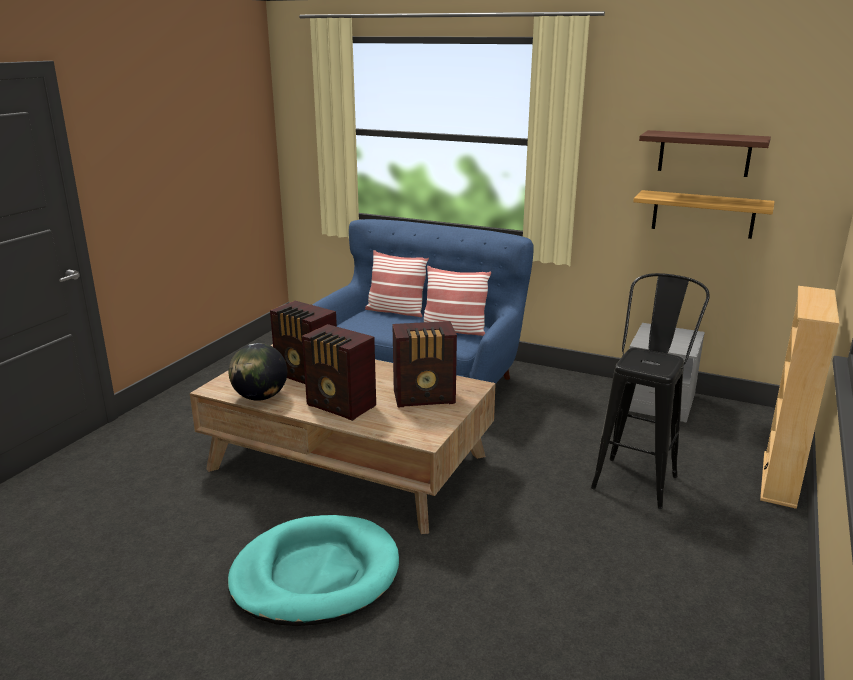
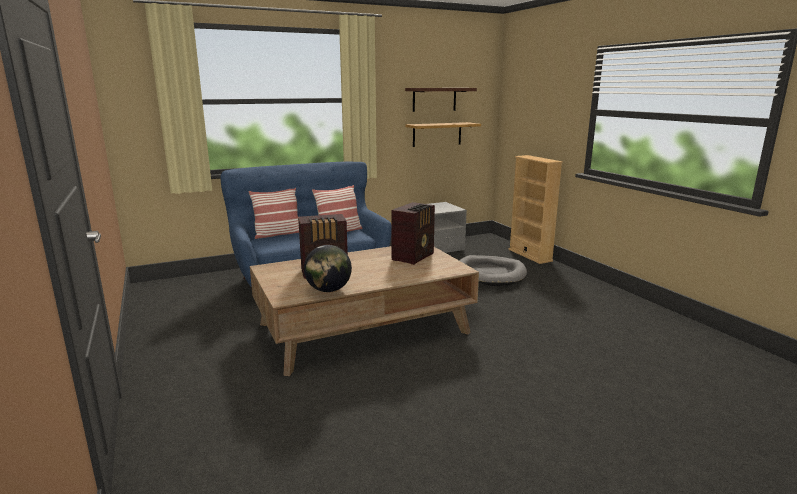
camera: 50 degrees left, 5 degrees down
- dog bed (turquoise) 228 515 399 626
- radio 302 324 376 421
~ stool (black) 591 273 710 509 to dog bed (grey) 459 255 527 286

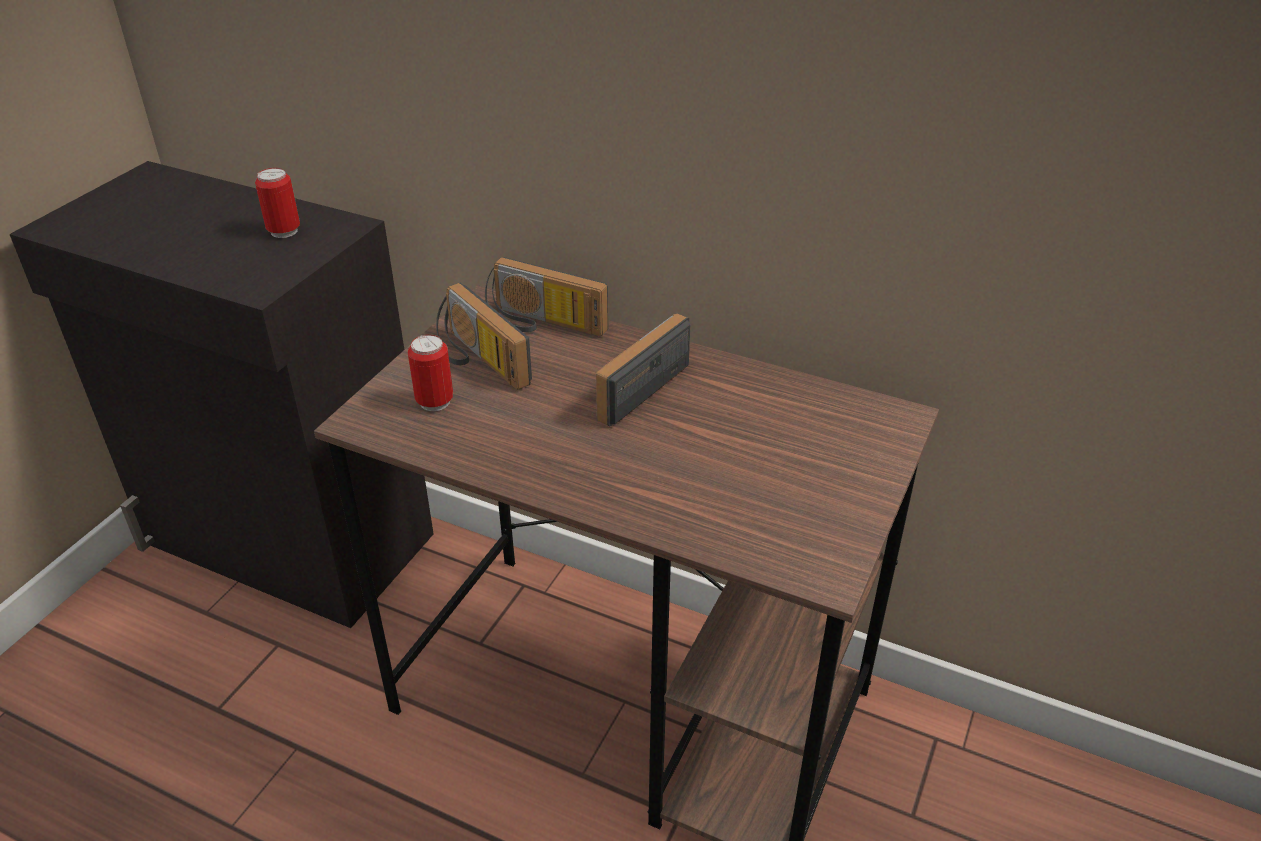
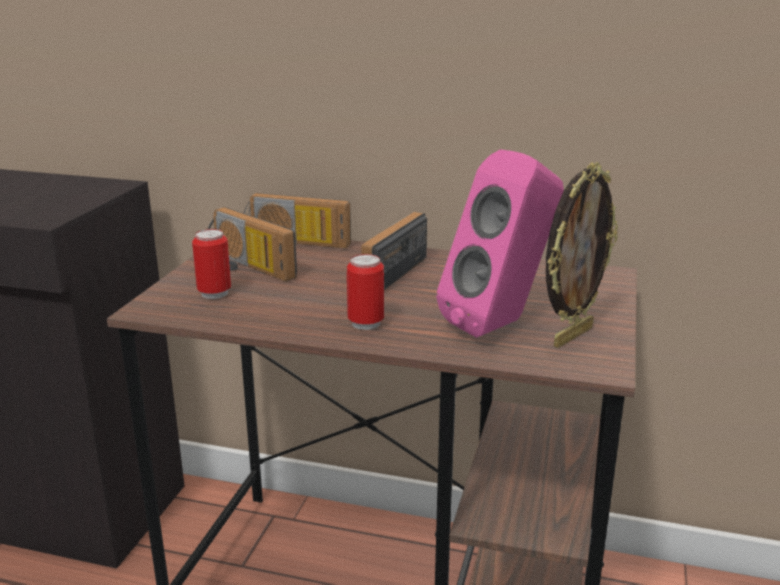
camera: 10 degrees left, 15 degrees down
+ speaker (pink) 436 149 564 338
+ picture frame 546 162 618 348
~ can 255 168 300 238 to 347 254 384 330

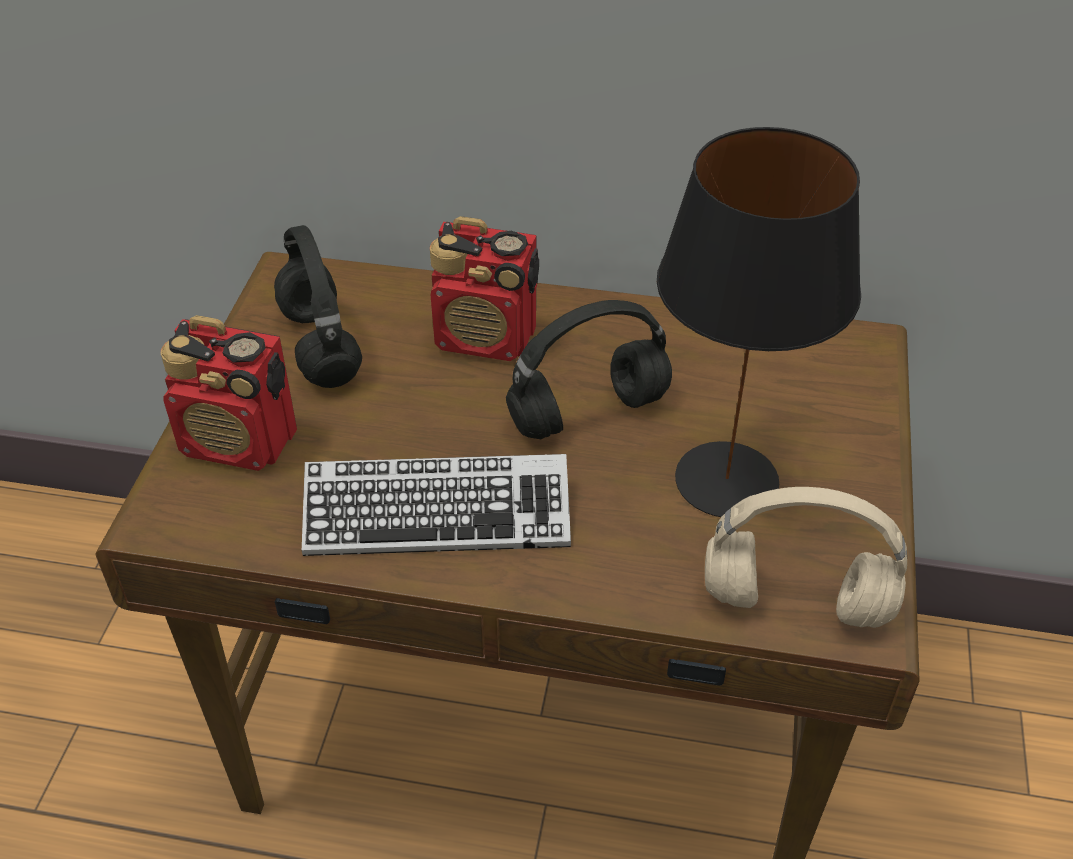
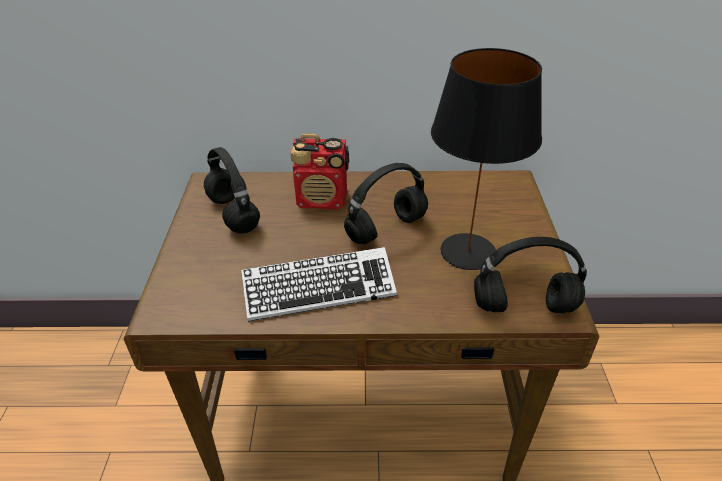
camera: 10 degrees left, 5 degrees down
- radio 161 315 297 471
~ headphones (beige) 705 487 907 628 to headphones (black) 474 237 587 313

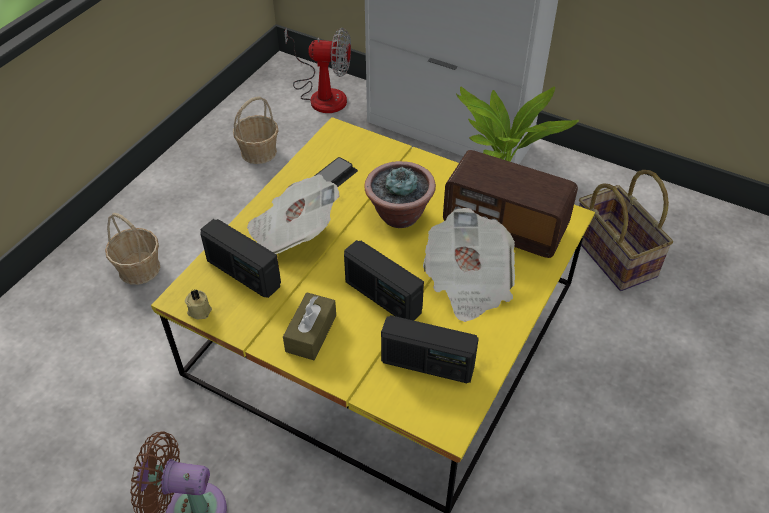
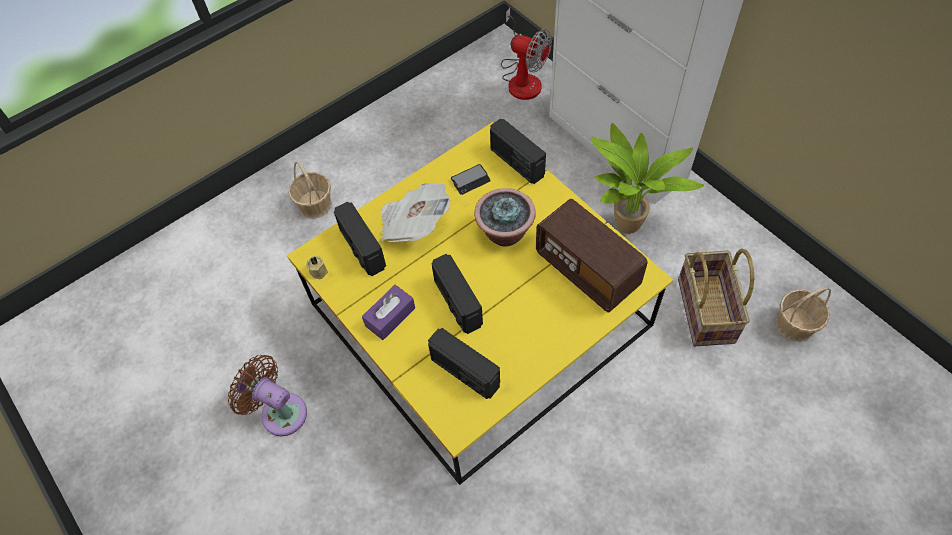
camera: 25 degrees right, 10 degrees up
- newspaper 423 208 515 322
+ radio 490 118 546 184
~ basket 233 96 279 164 to 776 286 831 342
~ tissue box (brown) 283 292 336 360 to tissue box (purple) 362 285 415 340

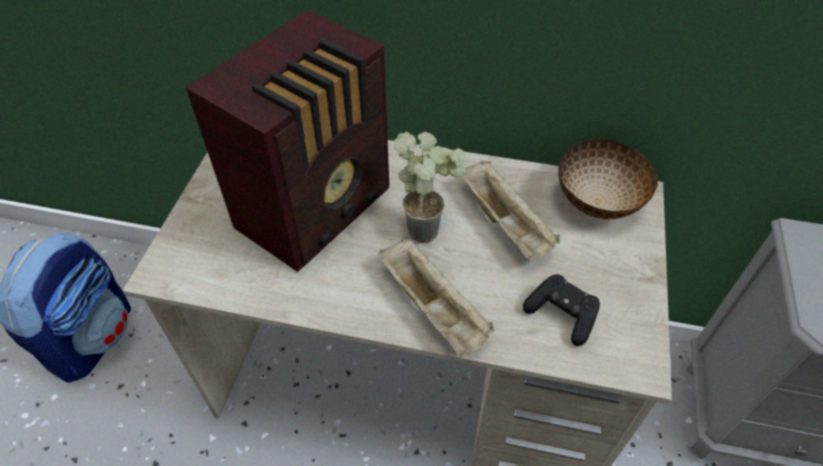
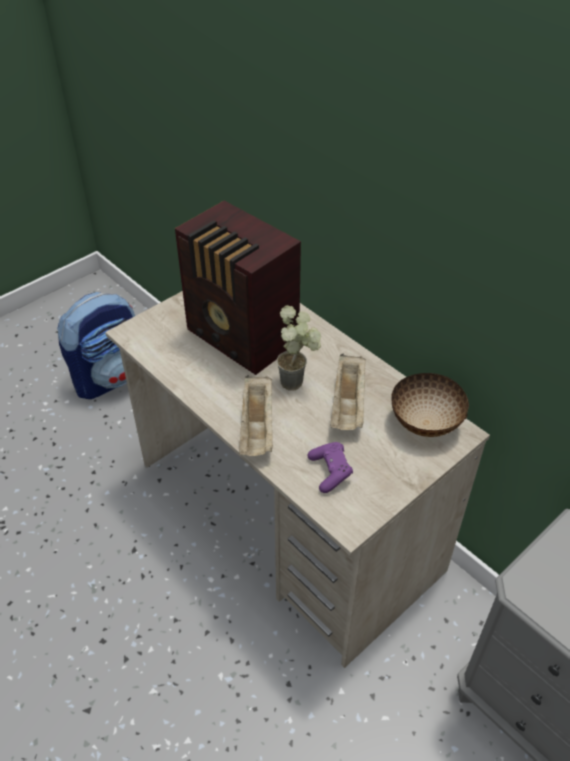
camera: 35 degrees right, 5 degrees down
~ game controller (black) 523 274 600 346 to game controller (purple) 308 442 353 493
~ radio 186 10 390 272 = 175 201 301 375 60 degrees clockwise

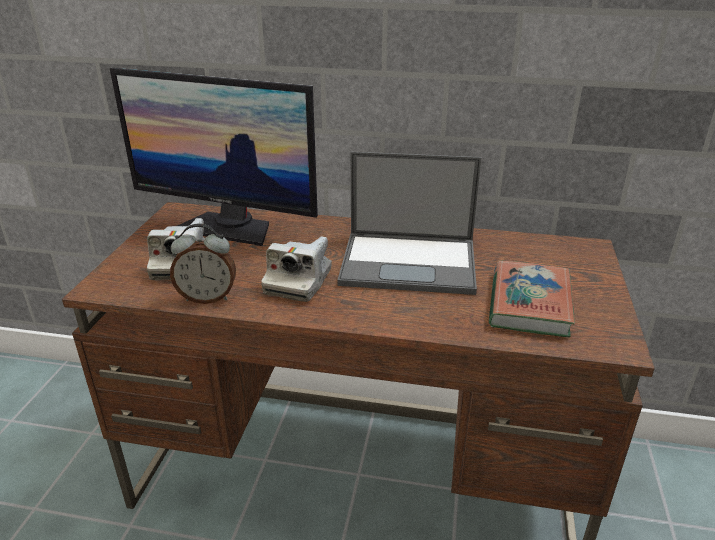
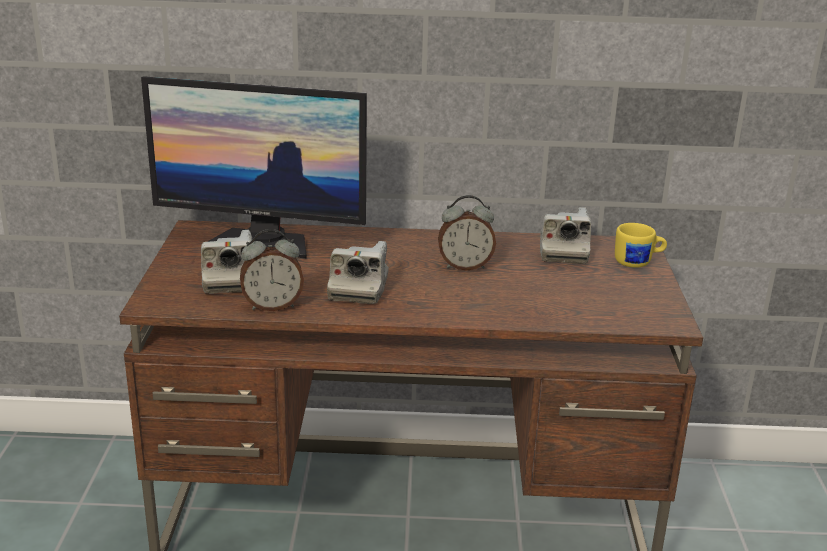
camera: 10 degrees left, 5 degrees down
- book 489 261 575 337
+ photo camera 540 207 591 264
+ mug (yellow) 615 223 667 268
~ laptop 337 152 481 295 to alarm clock 438 195 496 271

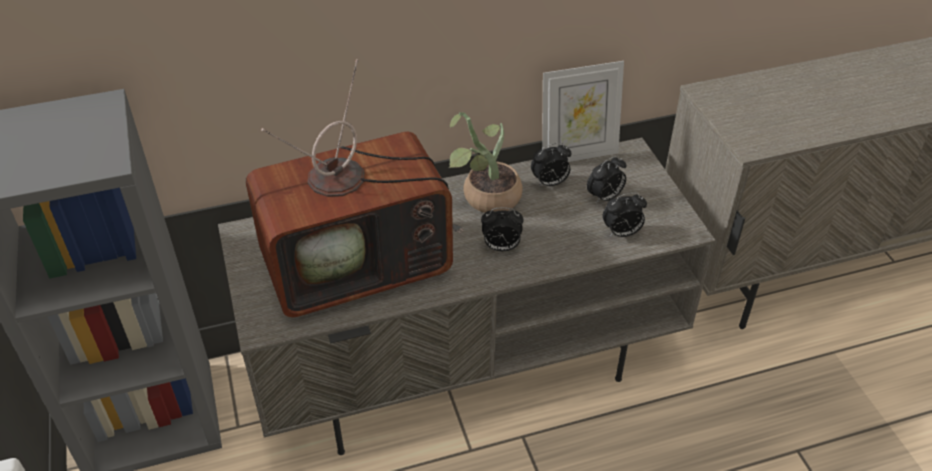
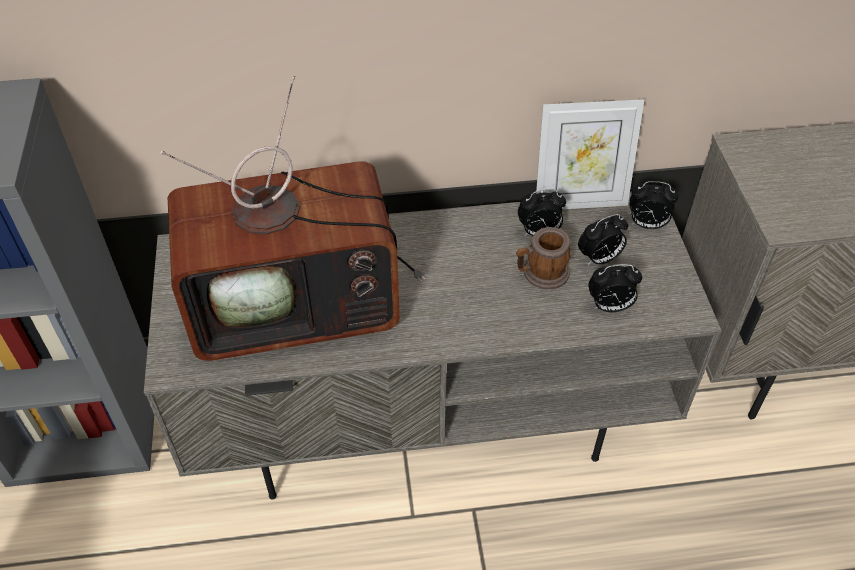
camera: 10 degrees right, 5 degrees up
- potted plant 449 112 523 213
+ mug 516 227 571 289
~ alarm clock 481 208 524 251 to 630 181 678 229

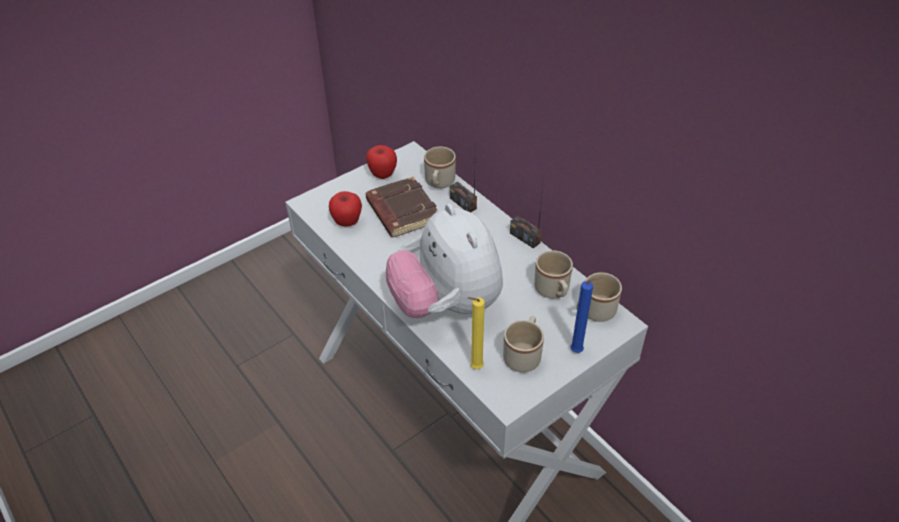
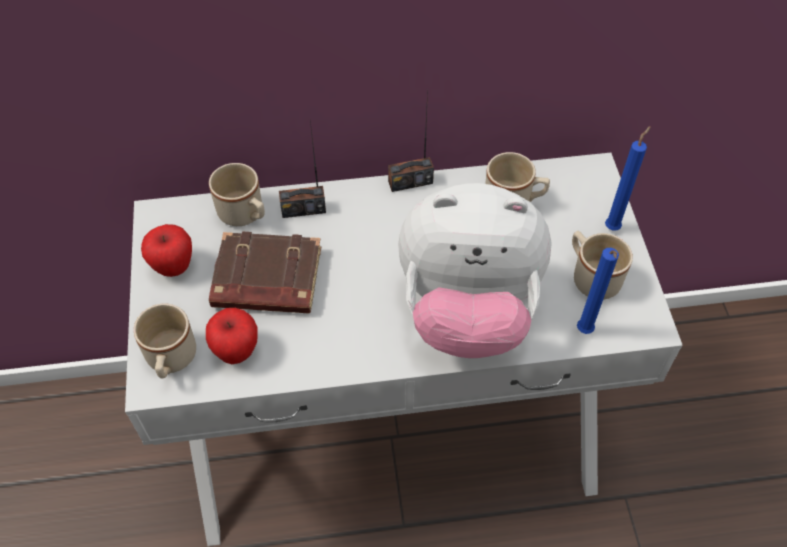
camera: 60 degrees left, 10 degrees up
~ mug (beige) 576 272 622 322 to 134 304 196 378
~ candle (yellow) 468 297 485 369 to candle (blue) 577 248 619 334

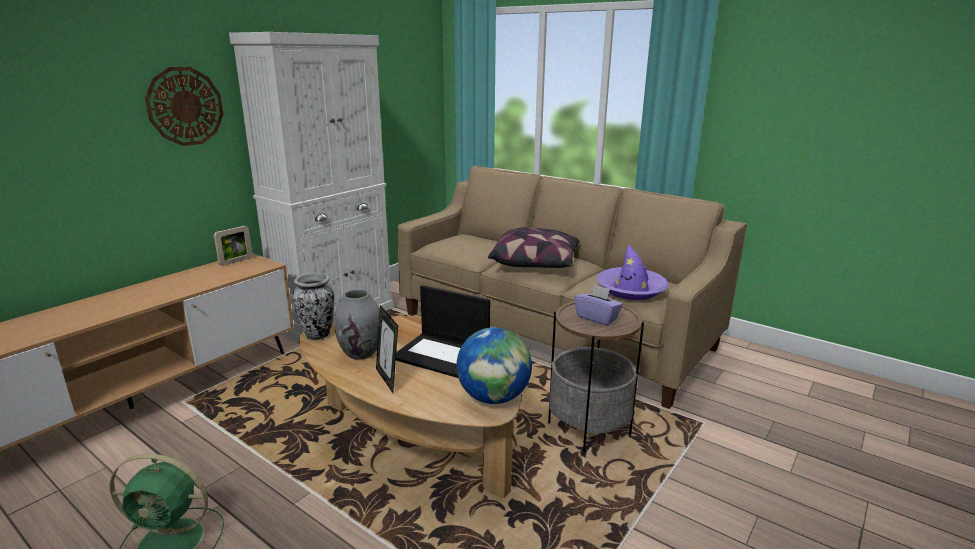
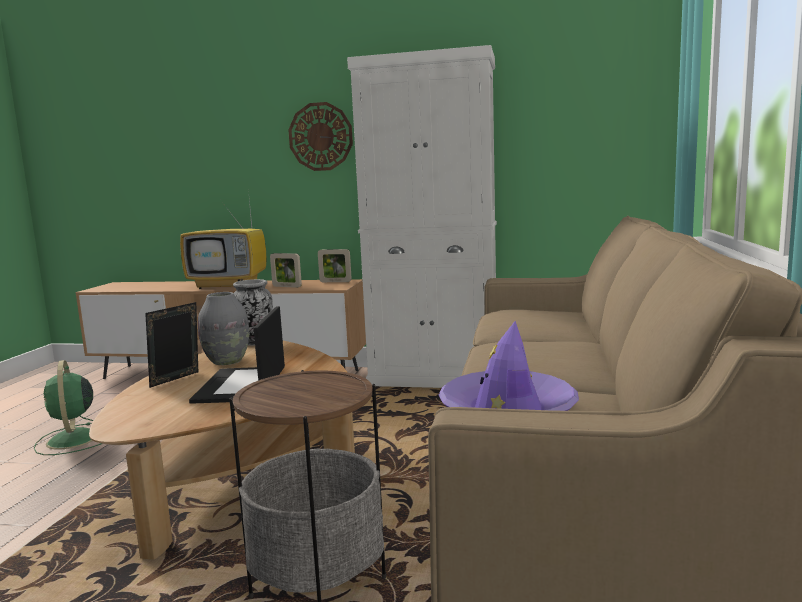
camera: 65 degrees right, 10 degrees down
- globe 456 327 532 404
- pillow 488 227 579 268
- tissue box (purple) 574 284 623 326
+ television 180 190 267 289
+ picture frame 270 253 302 288

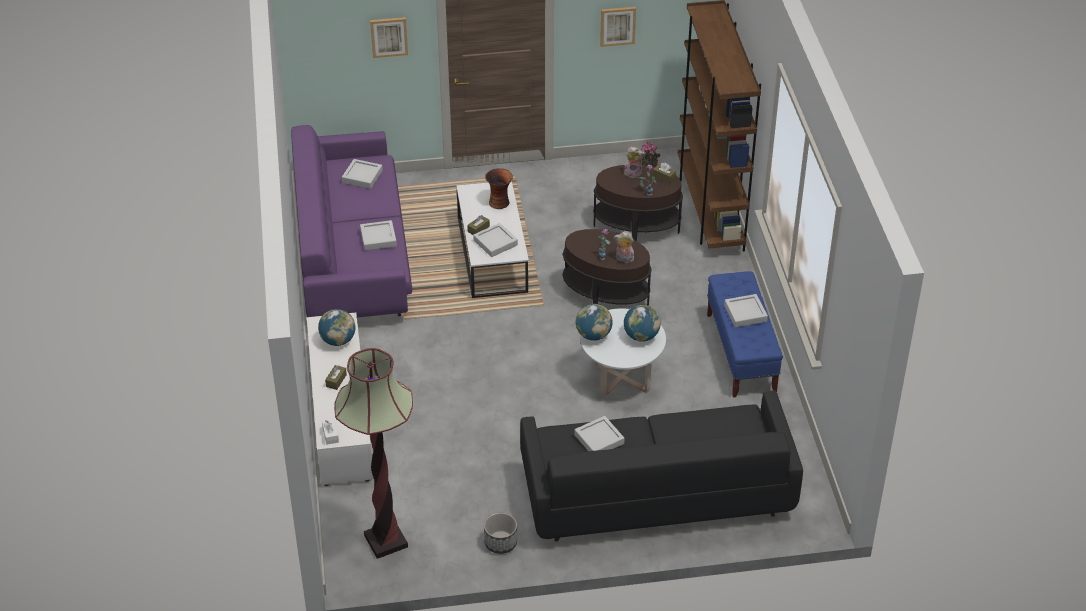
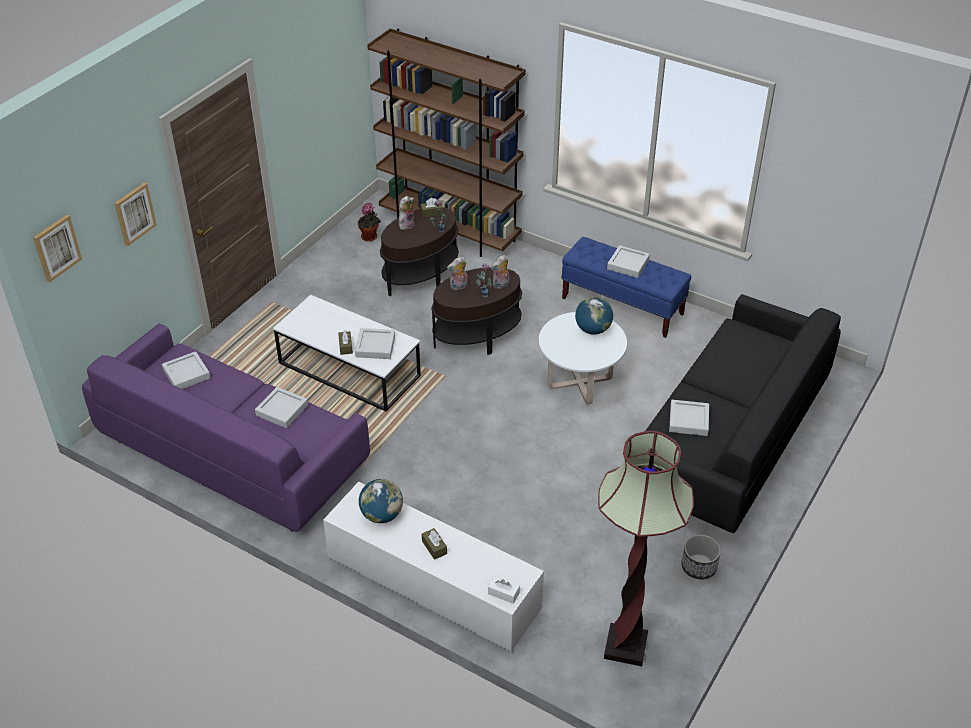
camera: 50 degrees left, 0 degrees up
- vase 485 168 513 209
- globe 576 304 613 341
+ plush toy 447 257 468 290
~ picture 600 7 636 47 to 33 215 82 282

